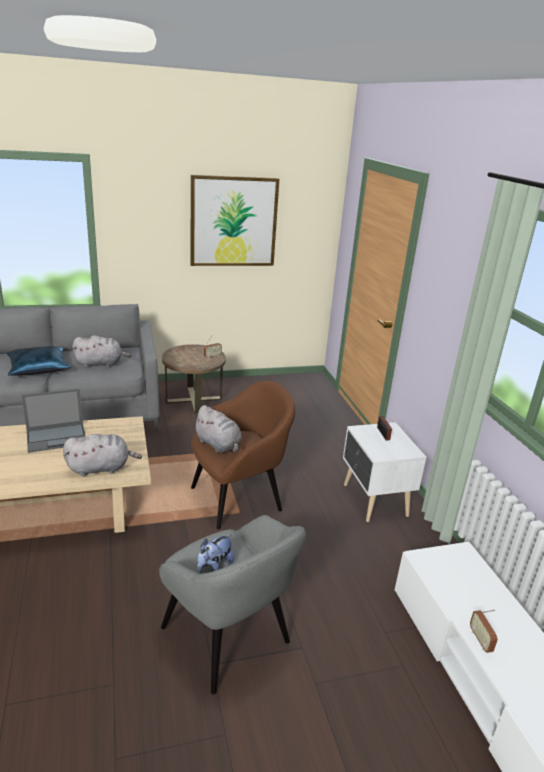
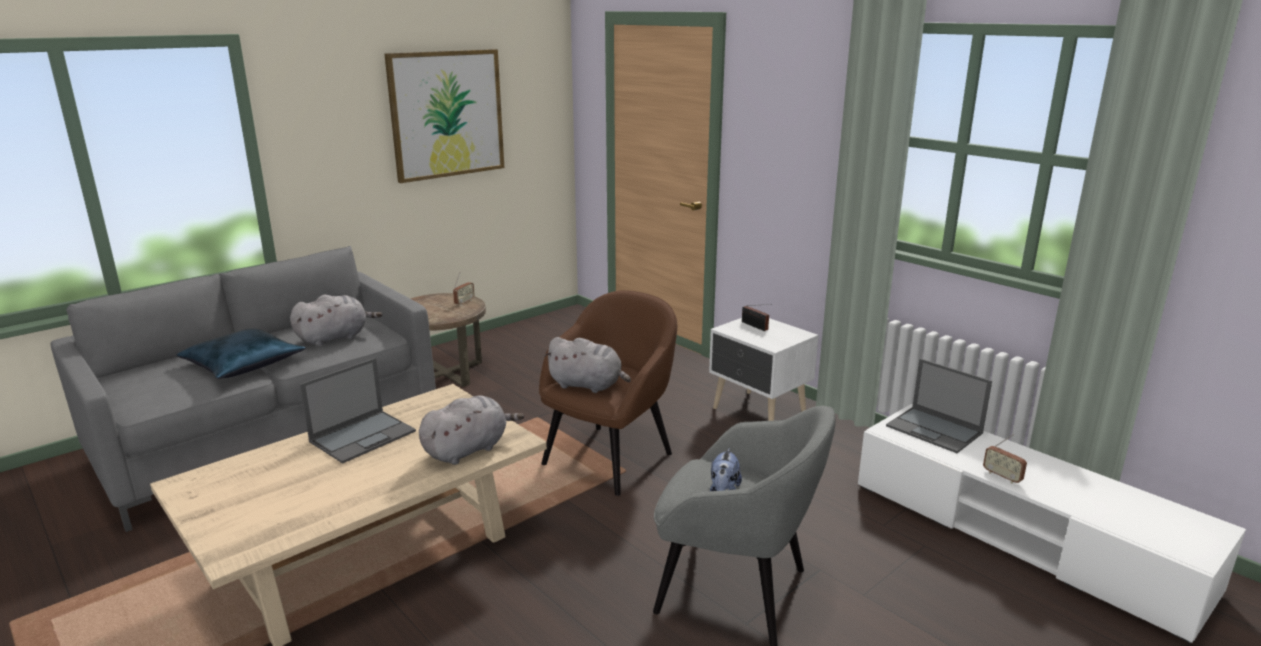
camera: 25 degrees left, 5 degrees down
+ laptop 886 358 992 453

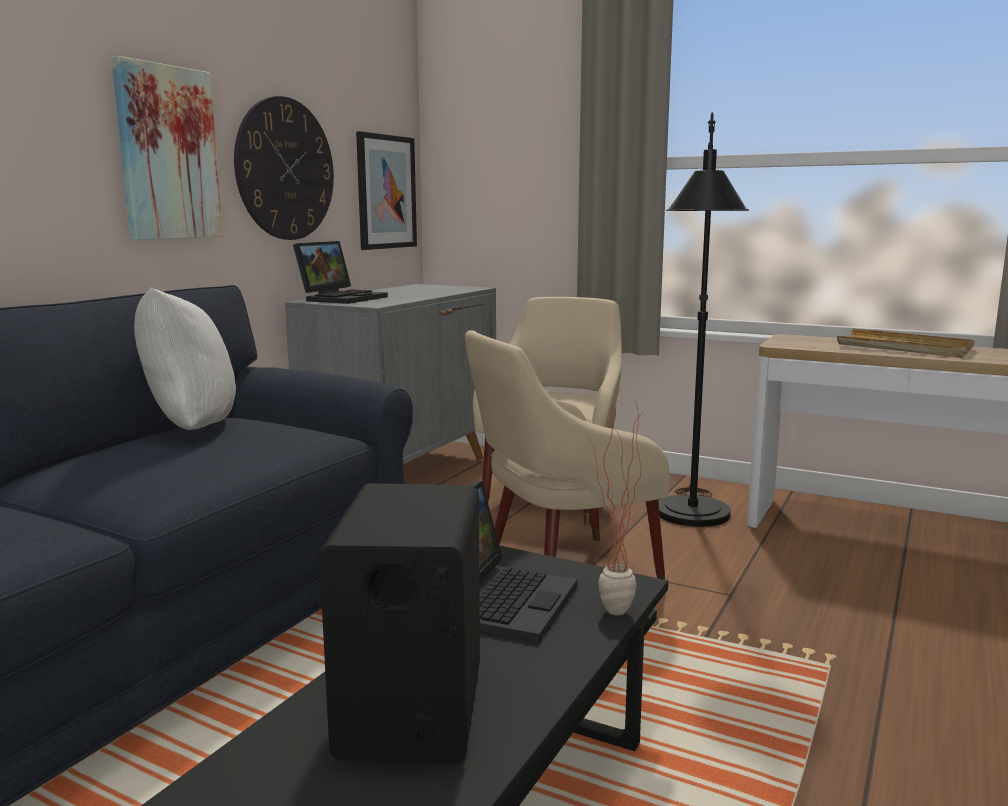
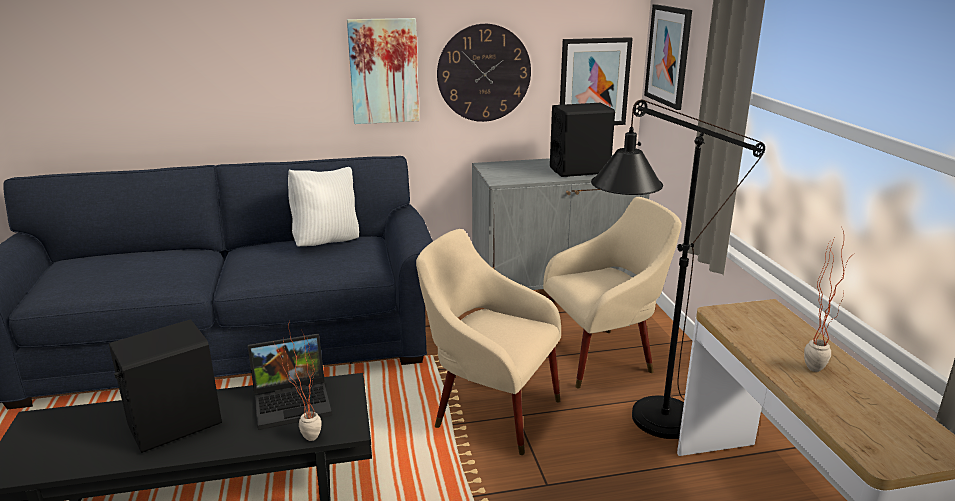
camera: 50 degrees right, 10 degrees up
- laptop 293 241 388 304
+ speaker (black) 550 103 615 177
+ picture 644 4 692 110
~ tray (beige) 837 329 975 358 to potted plant 804 228 847 372

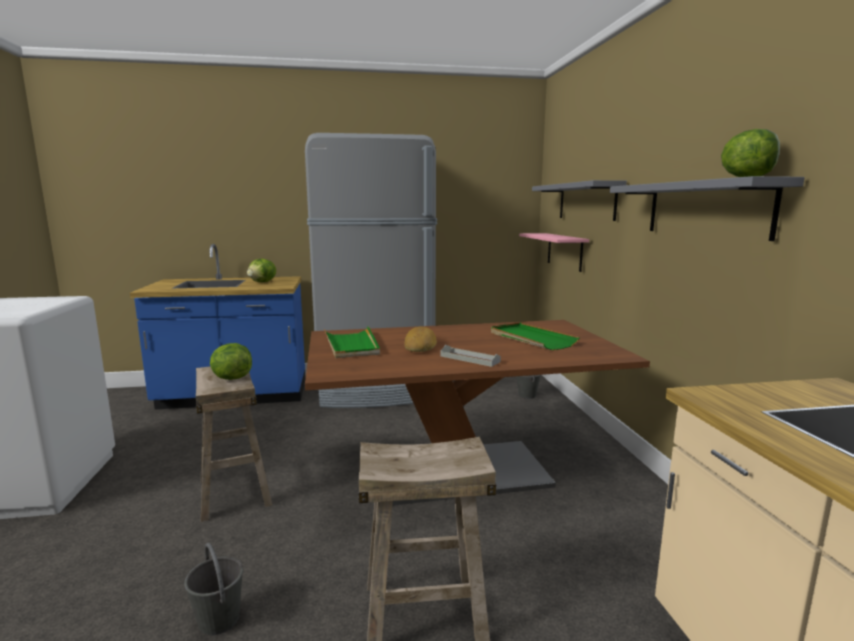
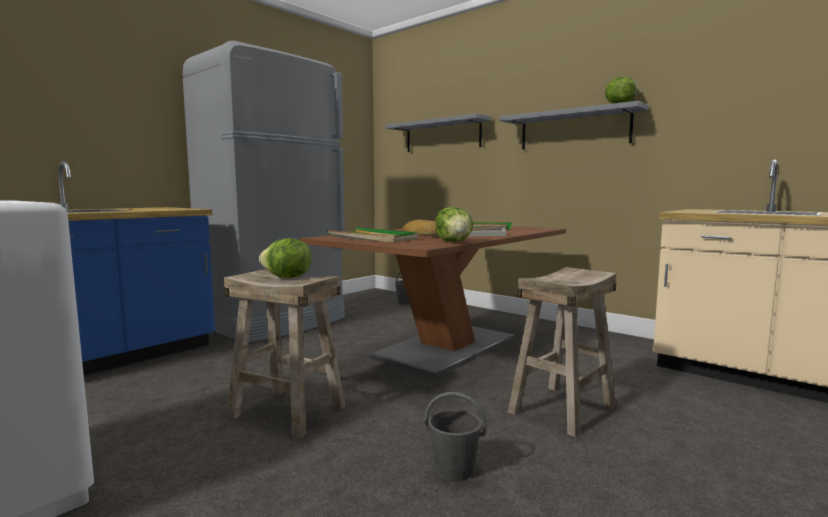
camera: 40 degrees left, 5 degrees down
- shelf (pink) 519 233 589 272
~ lettuce 247 259 276 282 to 435 207 473 242

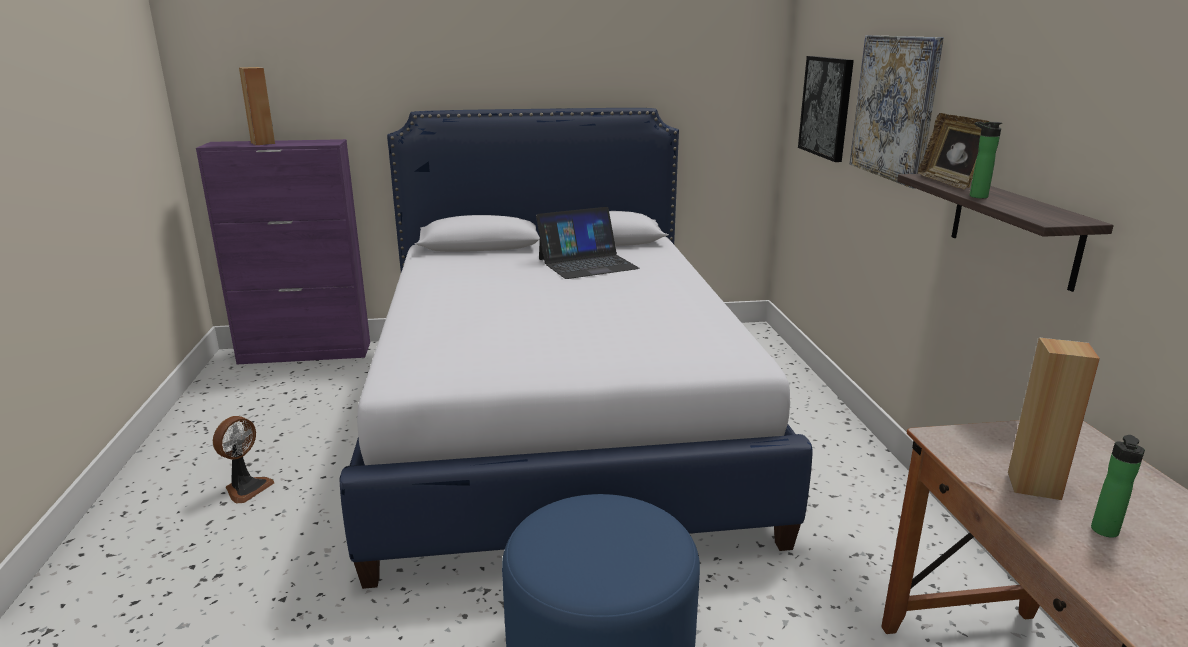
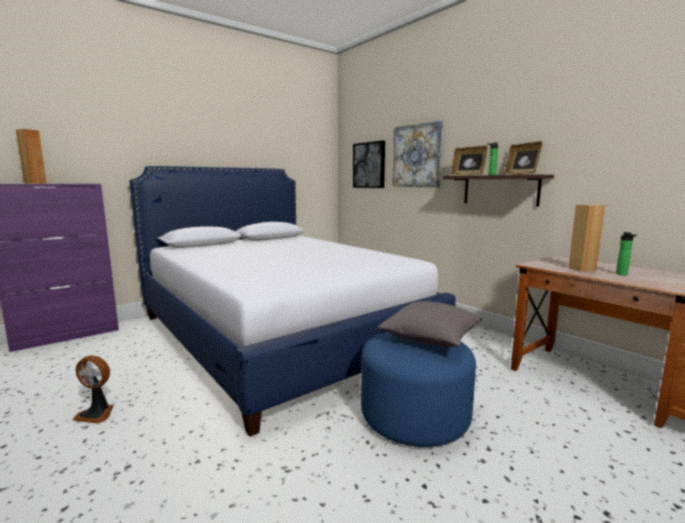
camera: 30 degrees left, 10 degrees down
- laptop 536 207 640 279
+ pillow (grey) 378 301 482 347
+ picture frame 504 141 542 175
~ fan 213 416 274 503 = 73 355 113 424 105 degrees clockwise

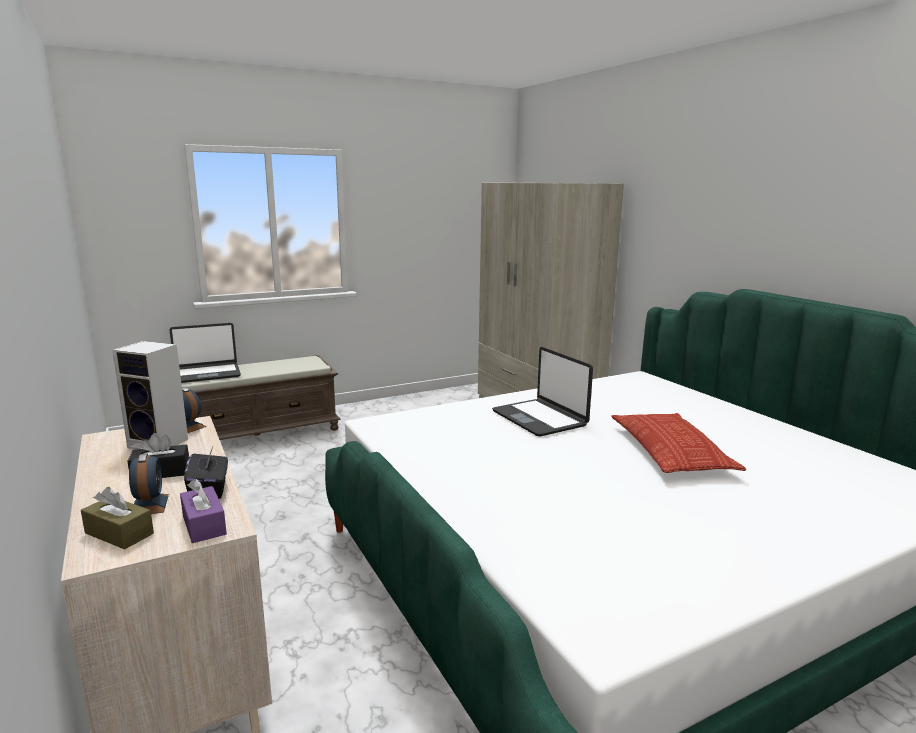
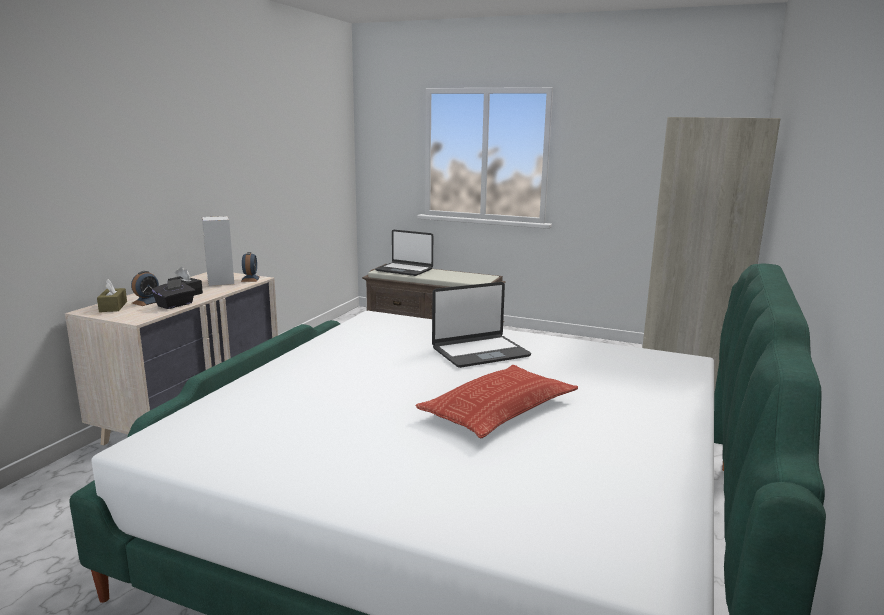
camera: 50 degrees right, 0 degrees up
- tissue box (purple) 180 479 227 543
~ laptop 492 347 593 437 = 432 282 531 368 135 degrees counterclockwise

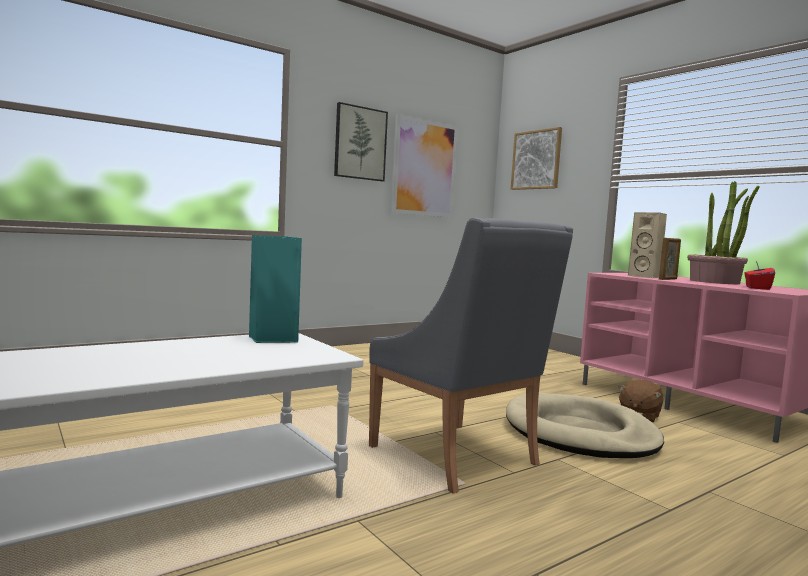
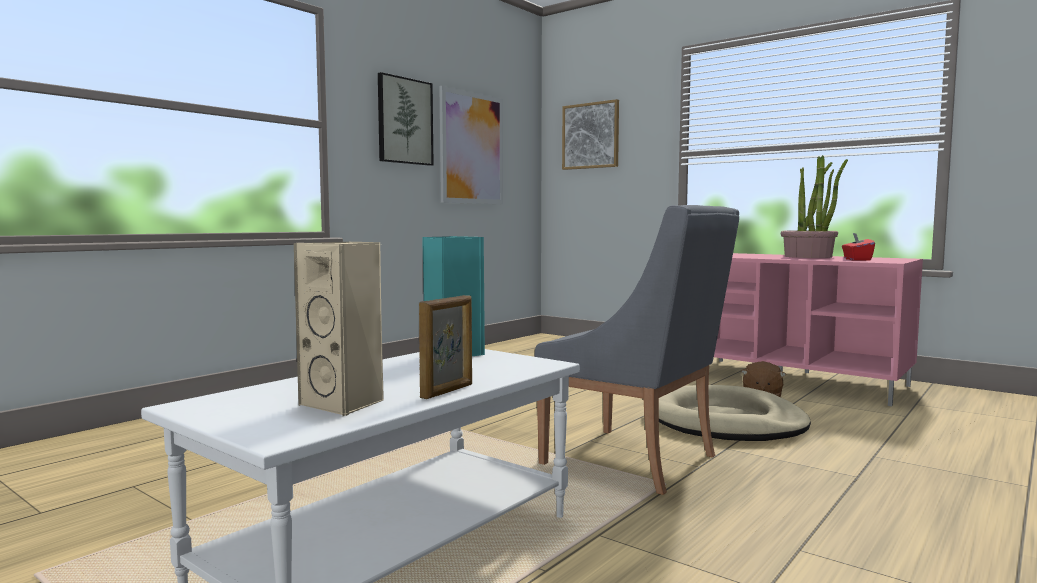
camera: 15 degrees left, 0 degrees up
~ speaker (beige) 628 212 667 278 to 294 242 384 416
~ picture frame 659 238 681 280 to 419 295 472 399

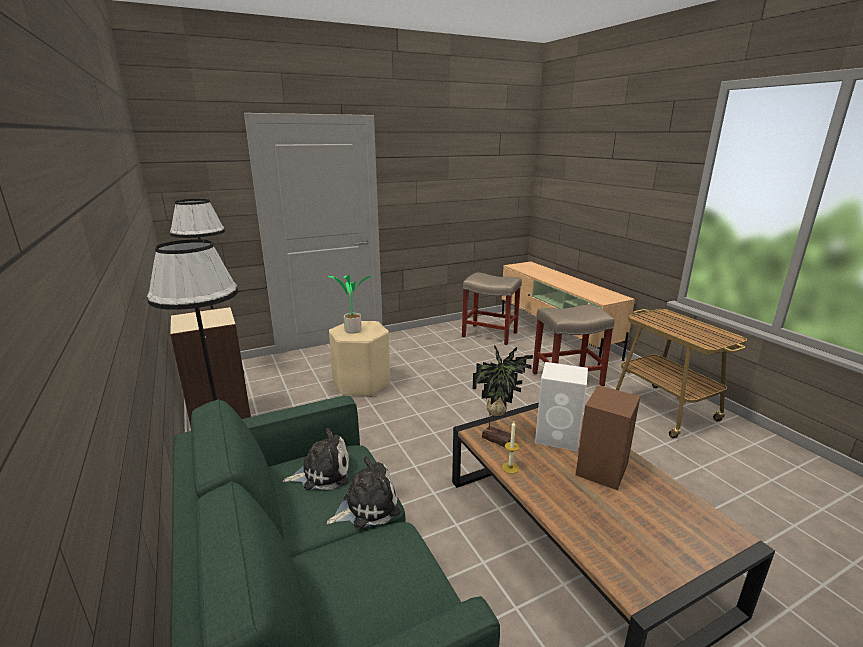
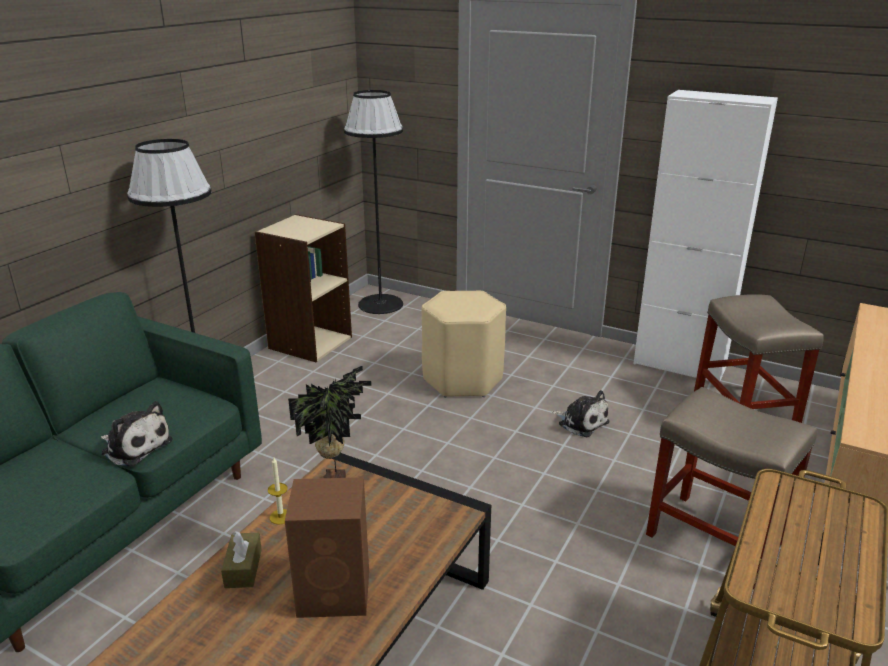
camera: 55 degrees right, 5 degrees up
- potted plant 328 275 372 334
- speaker (white) 535 362 588 451
+ tissue box (brown) 221 531 262 588
+ cabinet (white) 634 90 778 382
~ plush toy 283 428 349 490 to 552 390 610 437

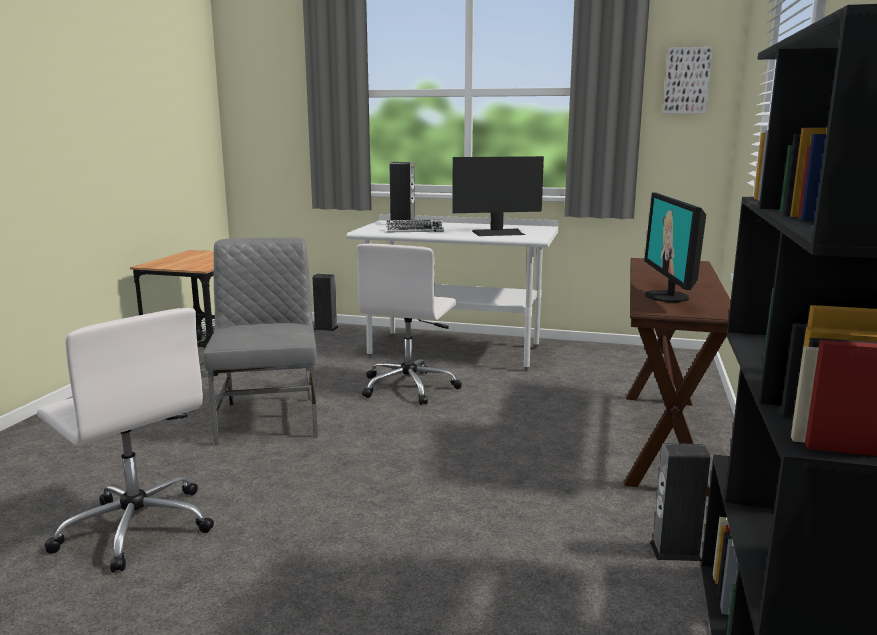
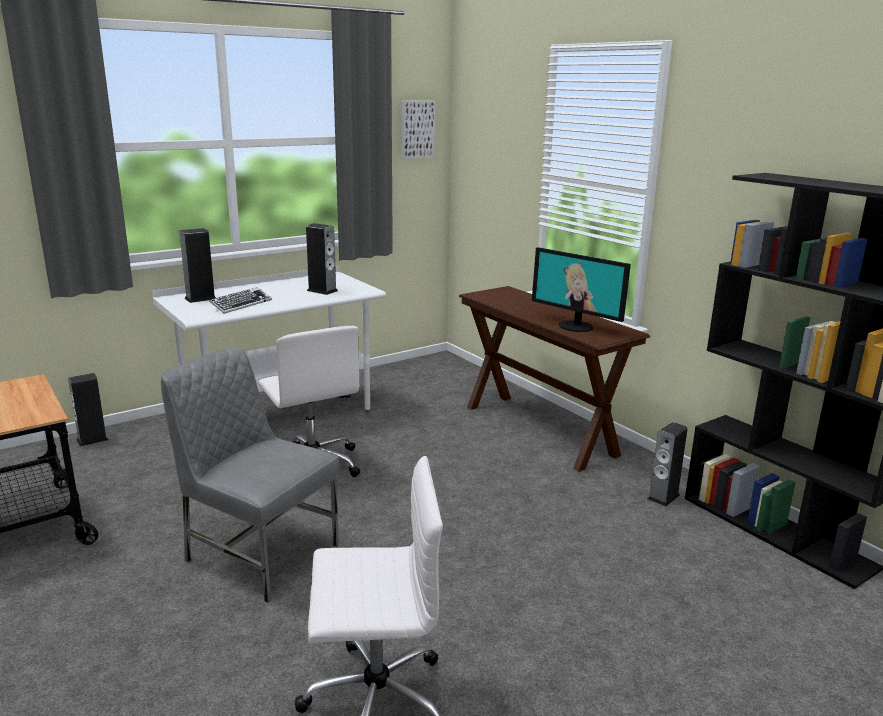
camera: 50 degrees left, 5 degrees up
~ monitor 452 156 544 236 to speaker 306 223 338 295

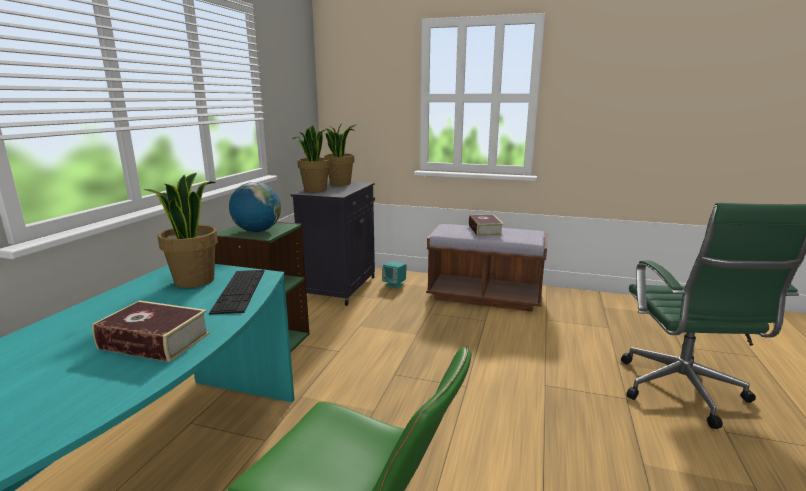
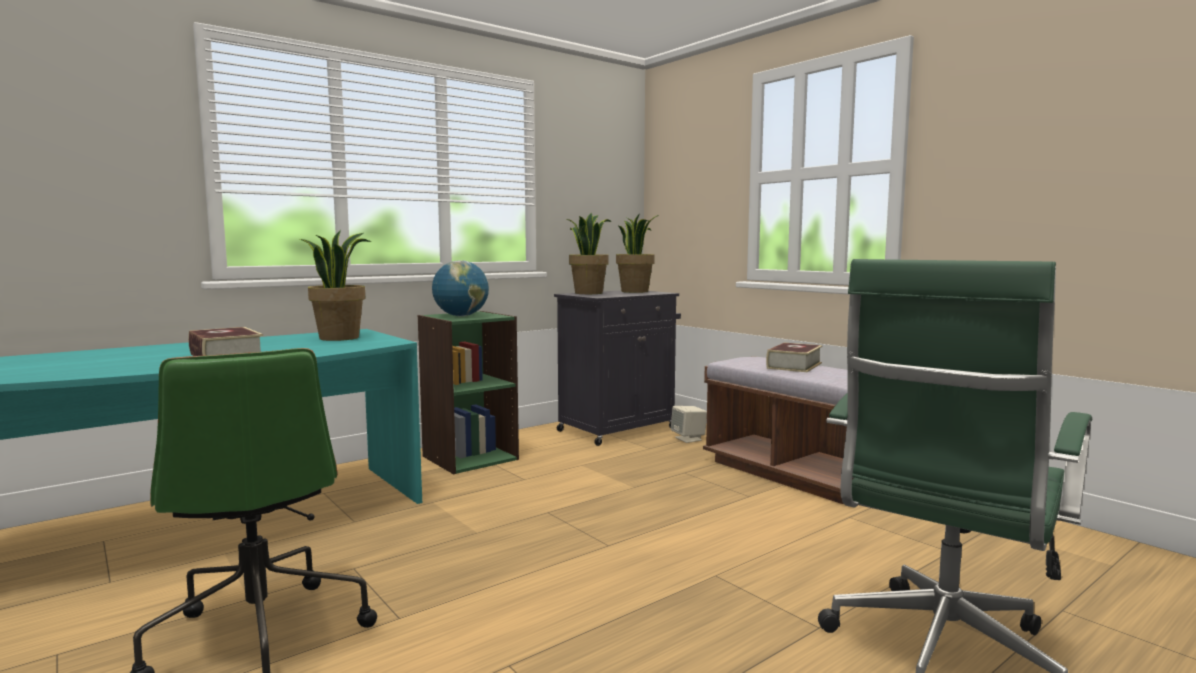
camera: 35 degrees right, 10 degrees down
- keyboard 209 270 265 315
~ speaker (turquoise) 382 261 407 288 to speaker (beige) 671 406 707 443

